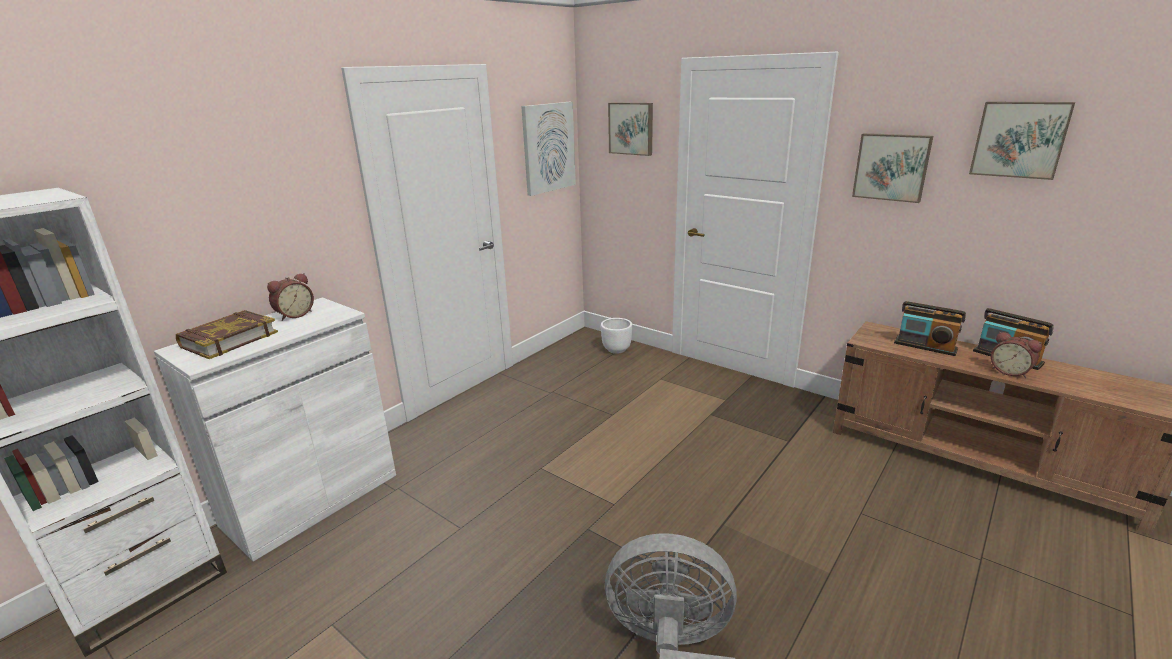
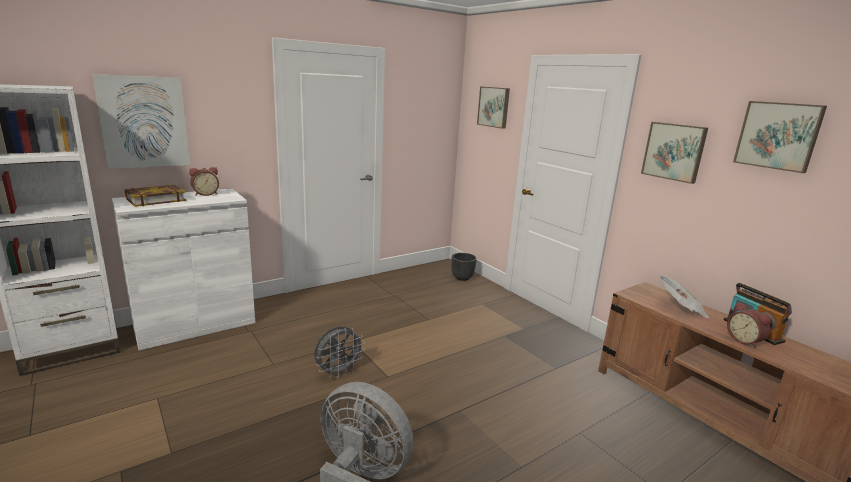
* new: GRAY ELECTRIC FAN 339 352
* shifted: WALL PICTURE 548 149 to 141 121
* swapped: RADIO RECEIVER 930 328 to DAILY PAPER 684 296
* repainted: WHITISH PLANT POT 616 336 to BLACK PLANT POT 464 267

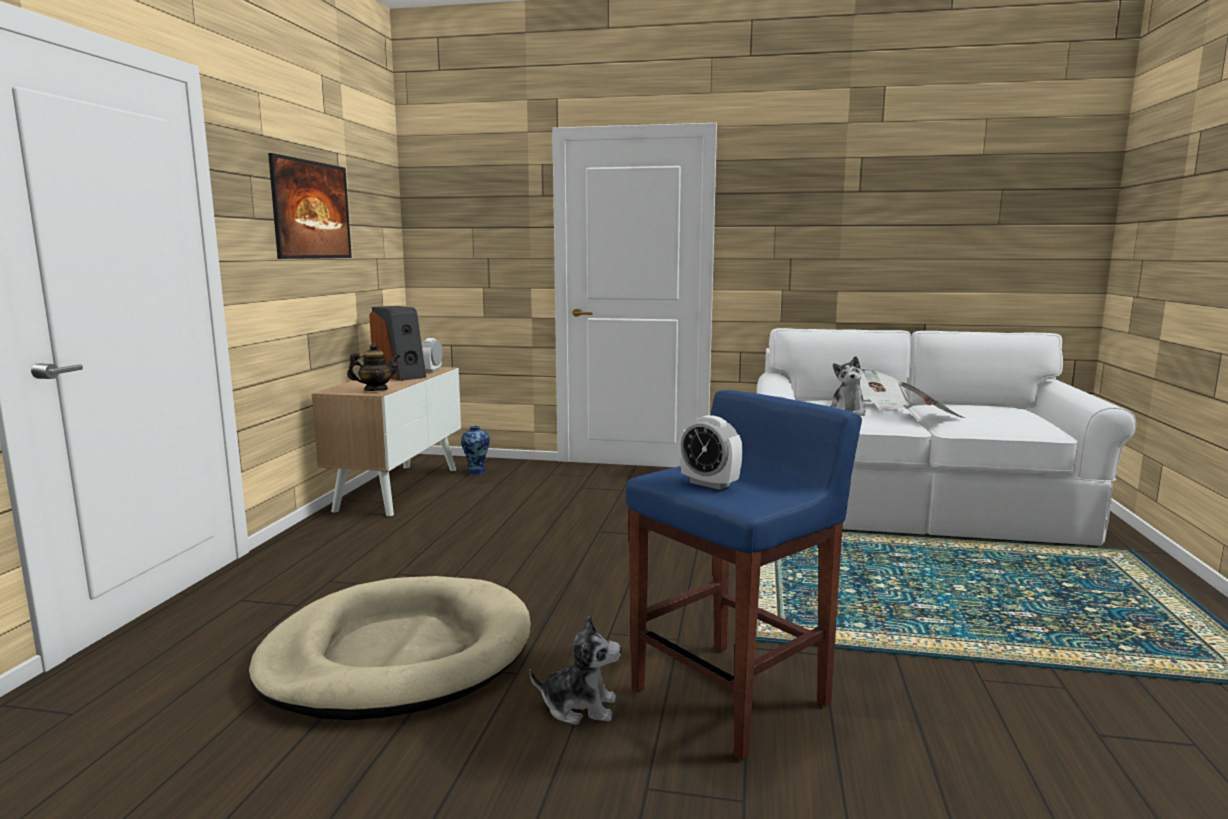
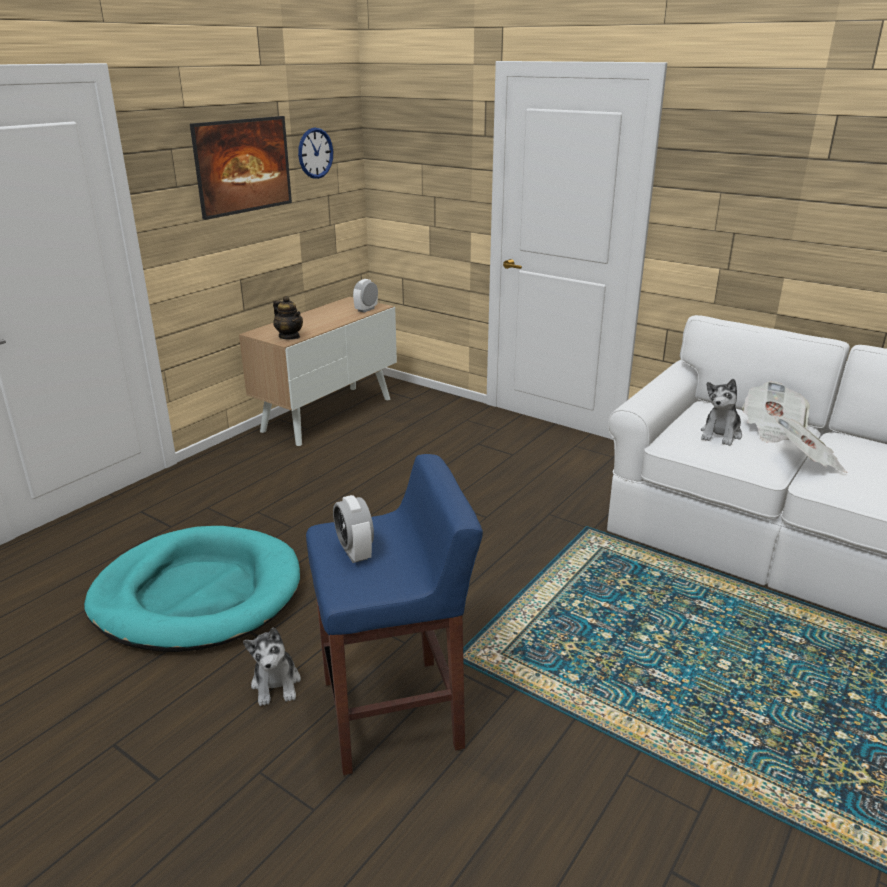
* gone: LOUDSPEAKER 397 343
* gone: FLOWER VASE 475 450
* new: CLOCK ON THE WALL 315 153
* repainted: BEIGE PET BED 390 648 to TURQUOISE PET BED 192 589
* rotated: TEAPOT 373 367 = 288 318 45 degrees clockwise
* rotated: SOFT TOY 575 670 = 272 666 45 degrees clockwise

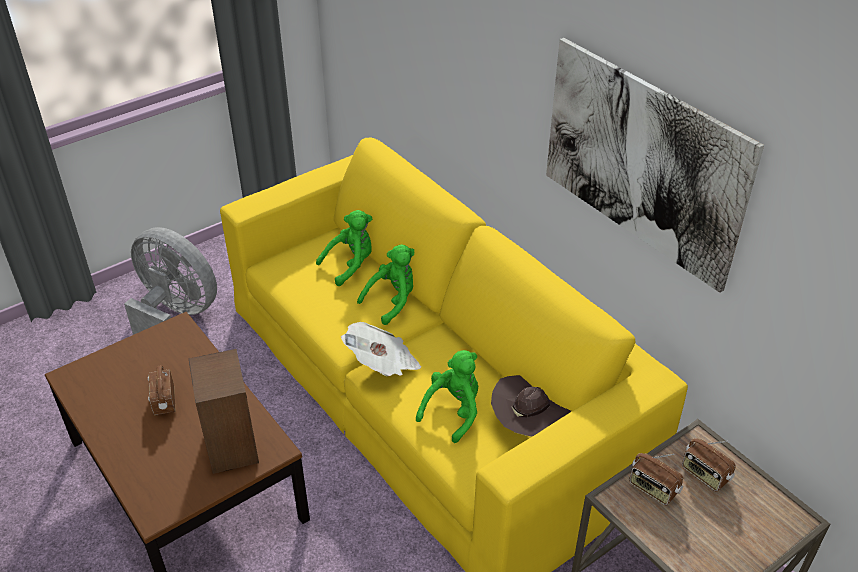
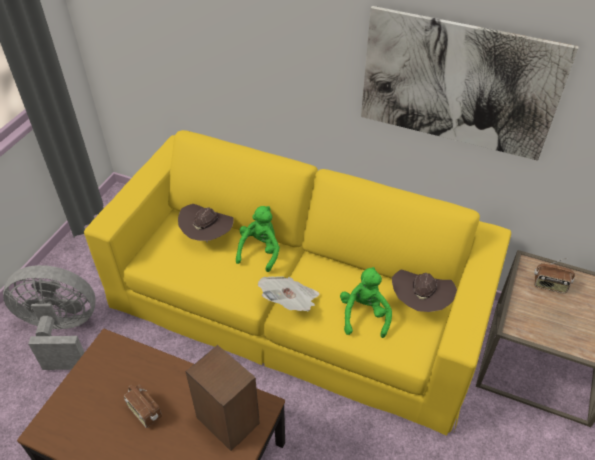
* gone: RADIO RECEIVER 656 479
* swapped: GREEN-COLOURED SOFT TOY 344 248 to BROWN CLOTHING HAT 206 223

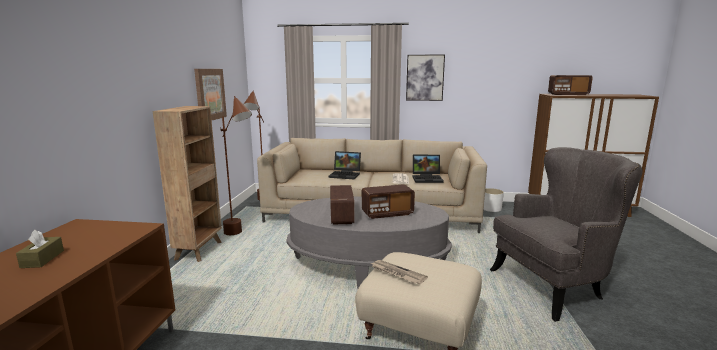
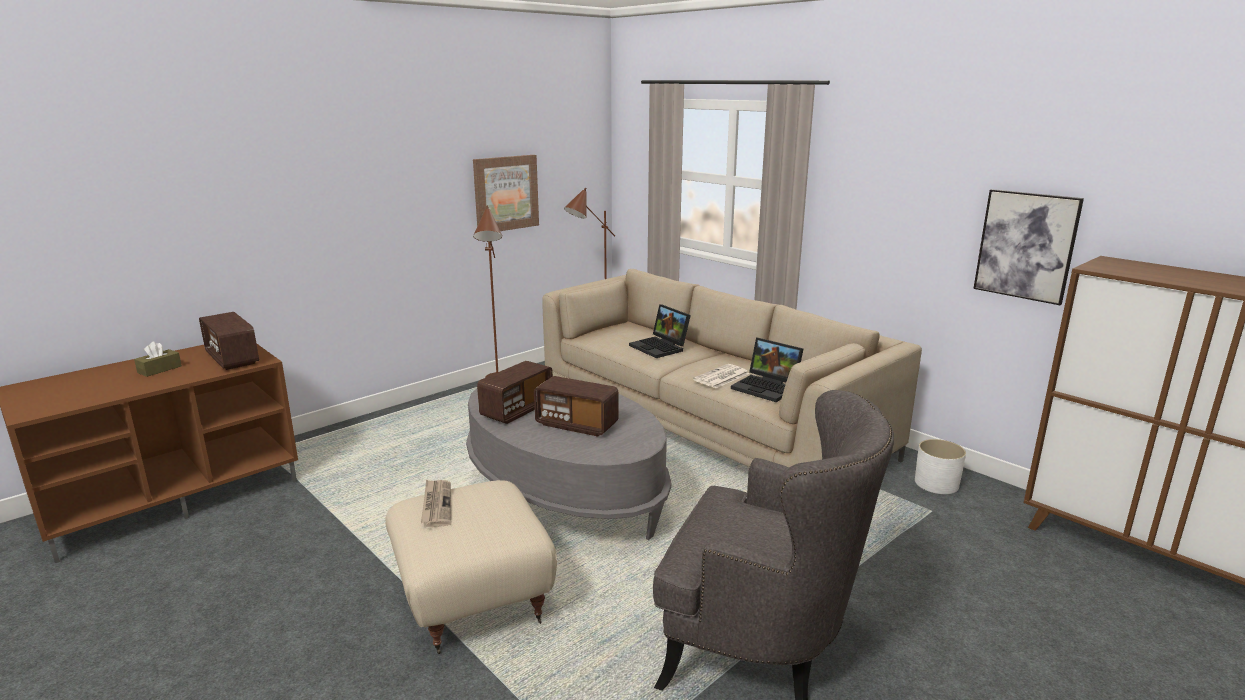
* gone: BROWN BOOKSHELF 187 184
* shifted: WALL PICTURE 425 78 to 1028 247
* shifted: RADIO RECEIVER 570 85 to 229 341

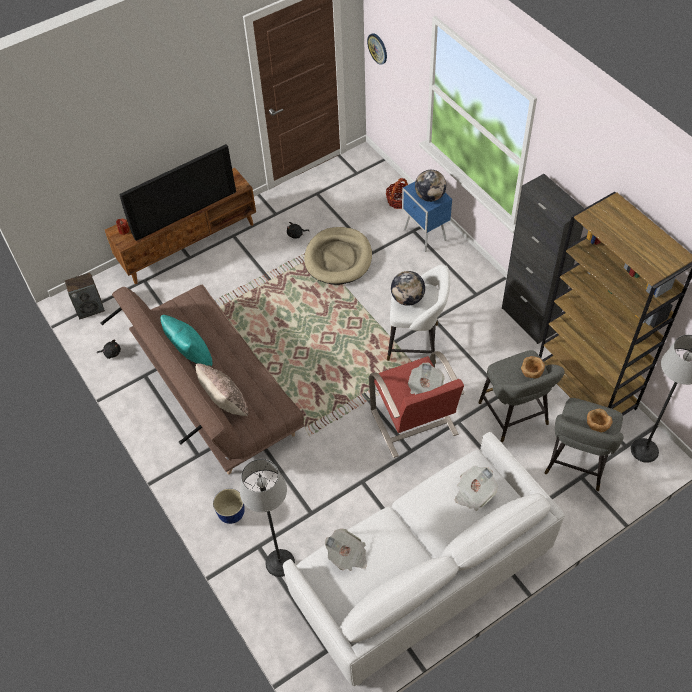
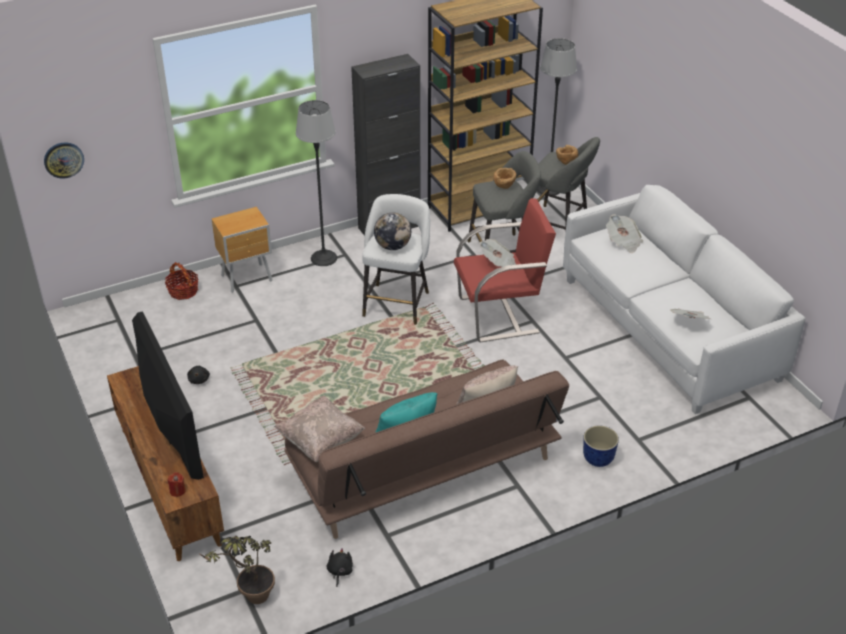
* gone: BEIGE PET BED 338 256
* gone: DESK GLOBE 430 186
* new: BEIGE CUSHION 319 429
* shifted: FLOOR LAMP 267 518 to 316 183
* swapped: LOUDSPEAKER 85 295 to POTTED PLANT 236 570
* repainted: BLUE-COLOURED NIGHTSTAND 427 217 to BROWN NIGHTSTAND 242 250

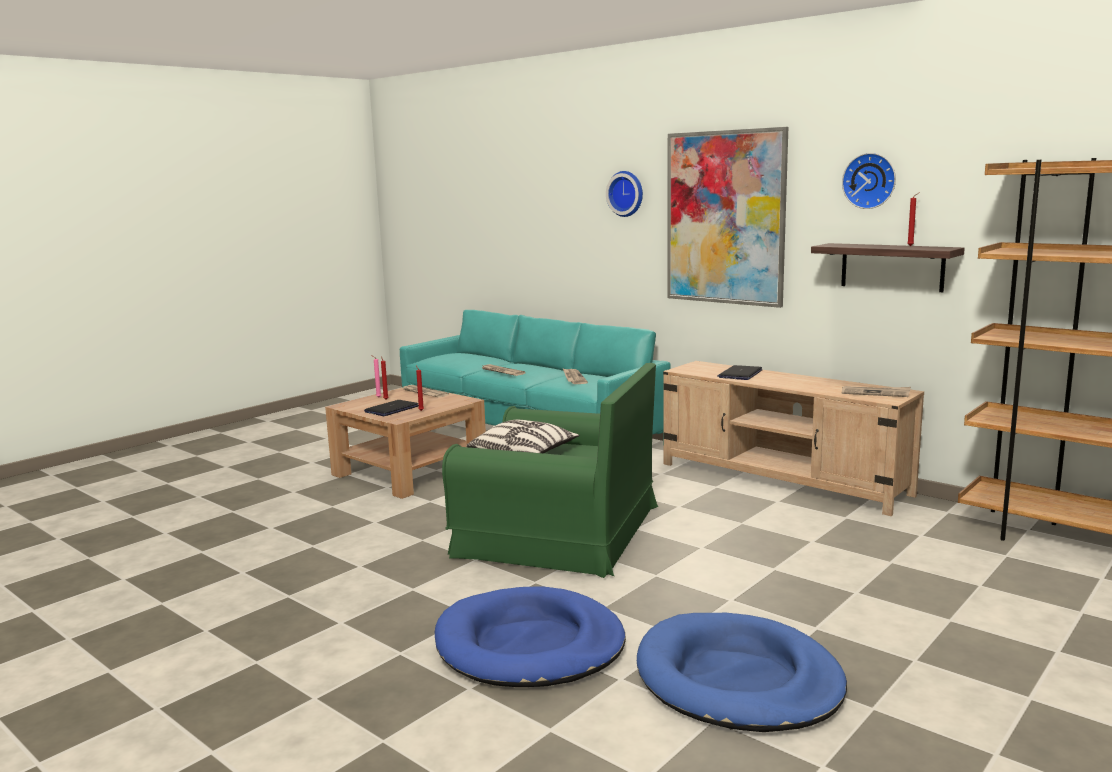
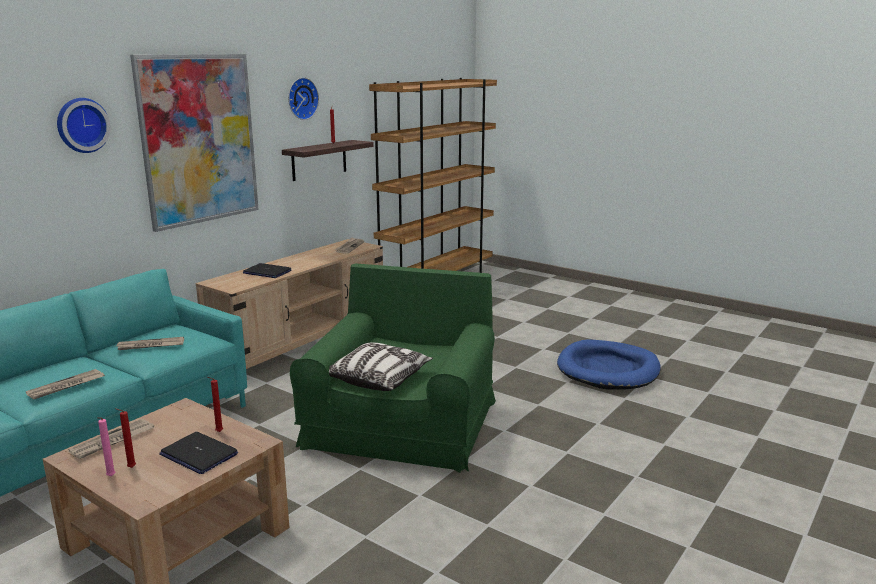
* gone: BLUE-COLOURED PET BED 530 636

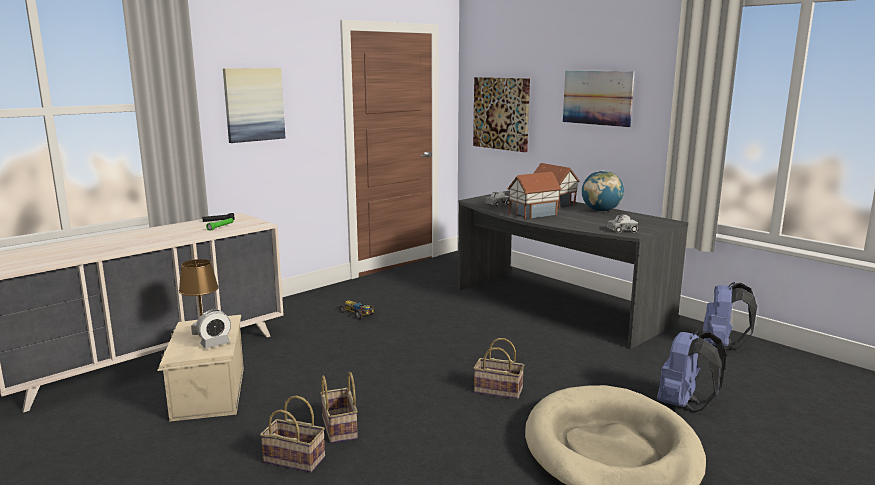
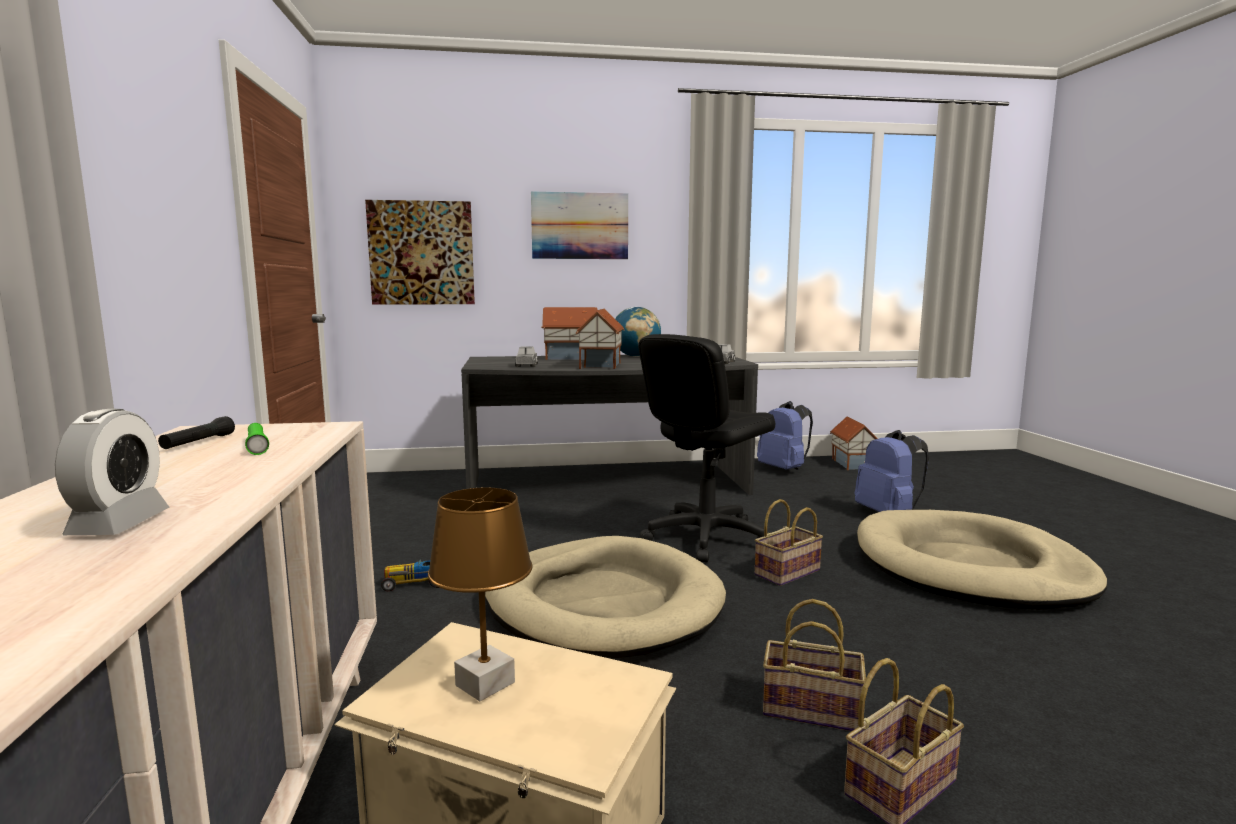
* gone: WALL PICTURE 254 105
* new: BEIGE PET BED 605 597
* new: BLACK OFFICE CHAIR 706 448
* new: MINIATURE HOUSE 854 443
* shifted: ALARM CLOCK 213 329 to 112 471

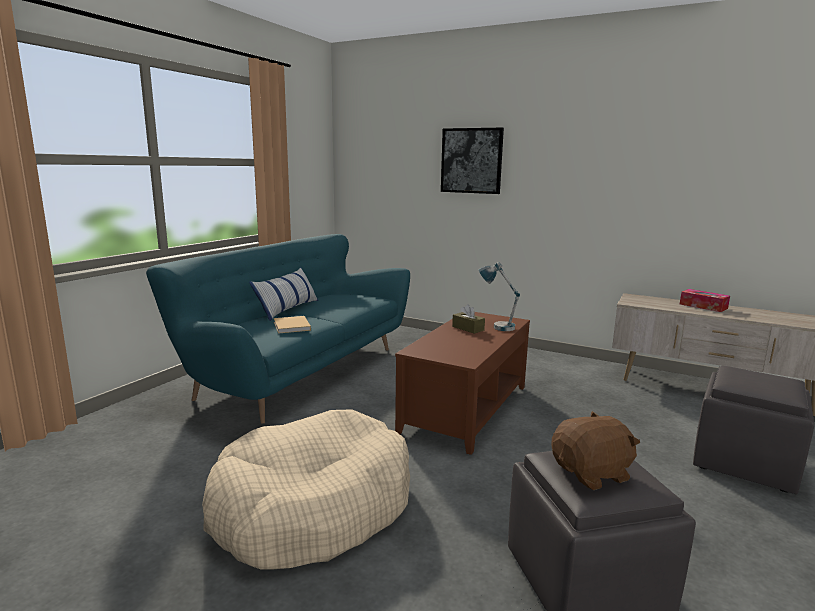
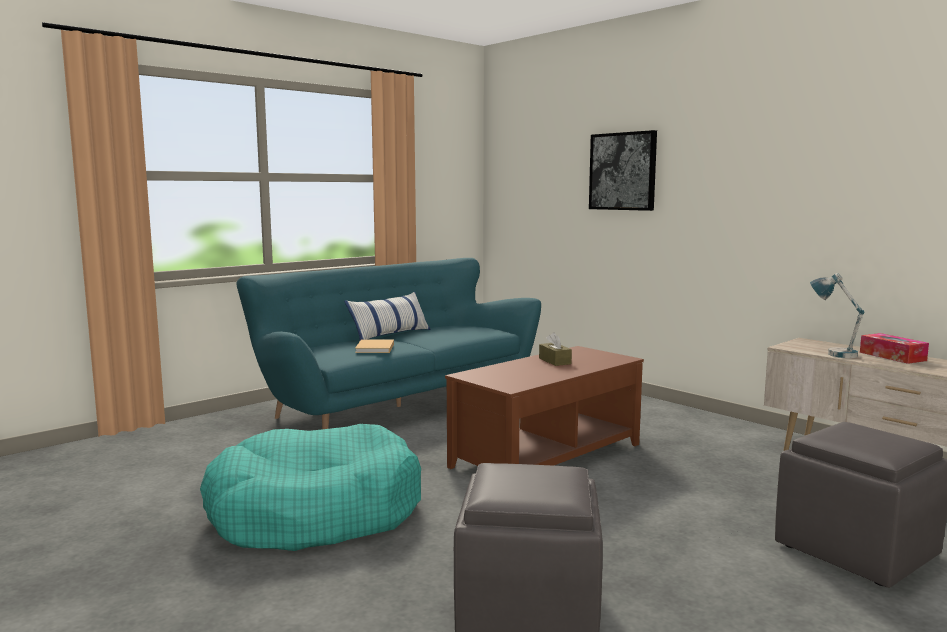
* gone: BROWN SOFT TOY 595 450
* shifted: TABLE LAMP 499 296 to 837 315
* repainted: BEIGE PET BED 306 489 to TURQUOISE PET BED 310 487

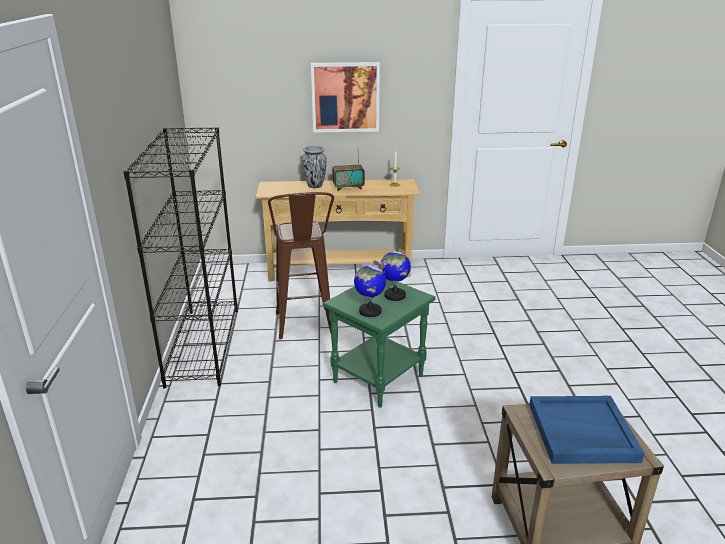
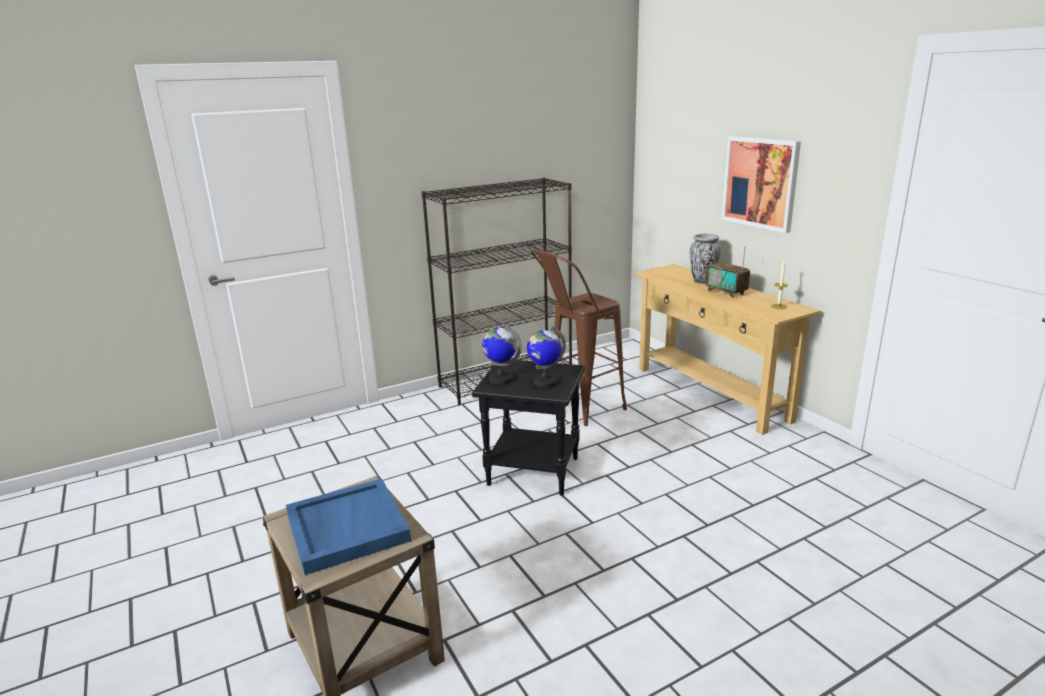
* repainted: GREEN-COLOURED ACCENT TABLE 379 343 to BLACK ACCENT TABLE 528 427

